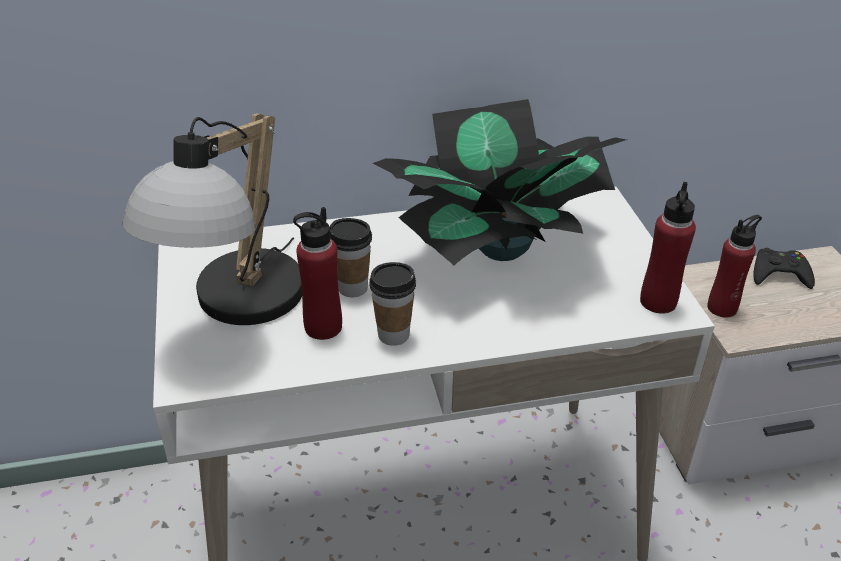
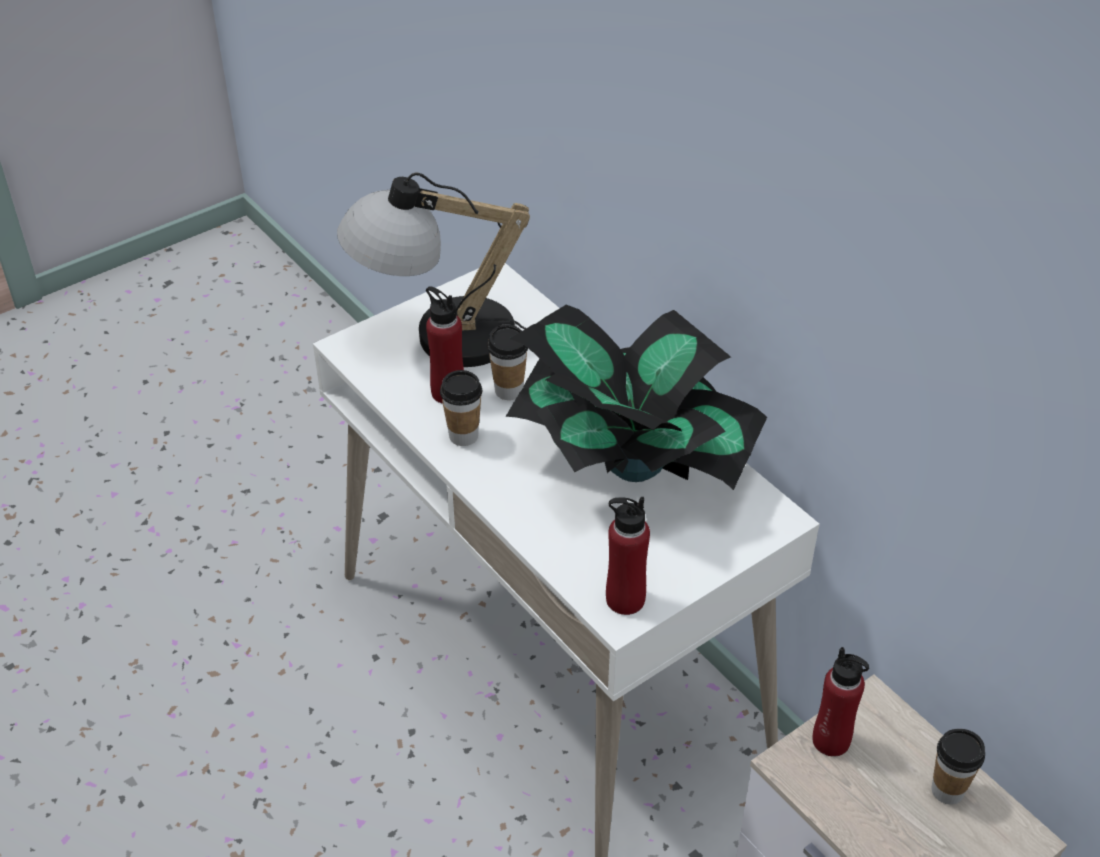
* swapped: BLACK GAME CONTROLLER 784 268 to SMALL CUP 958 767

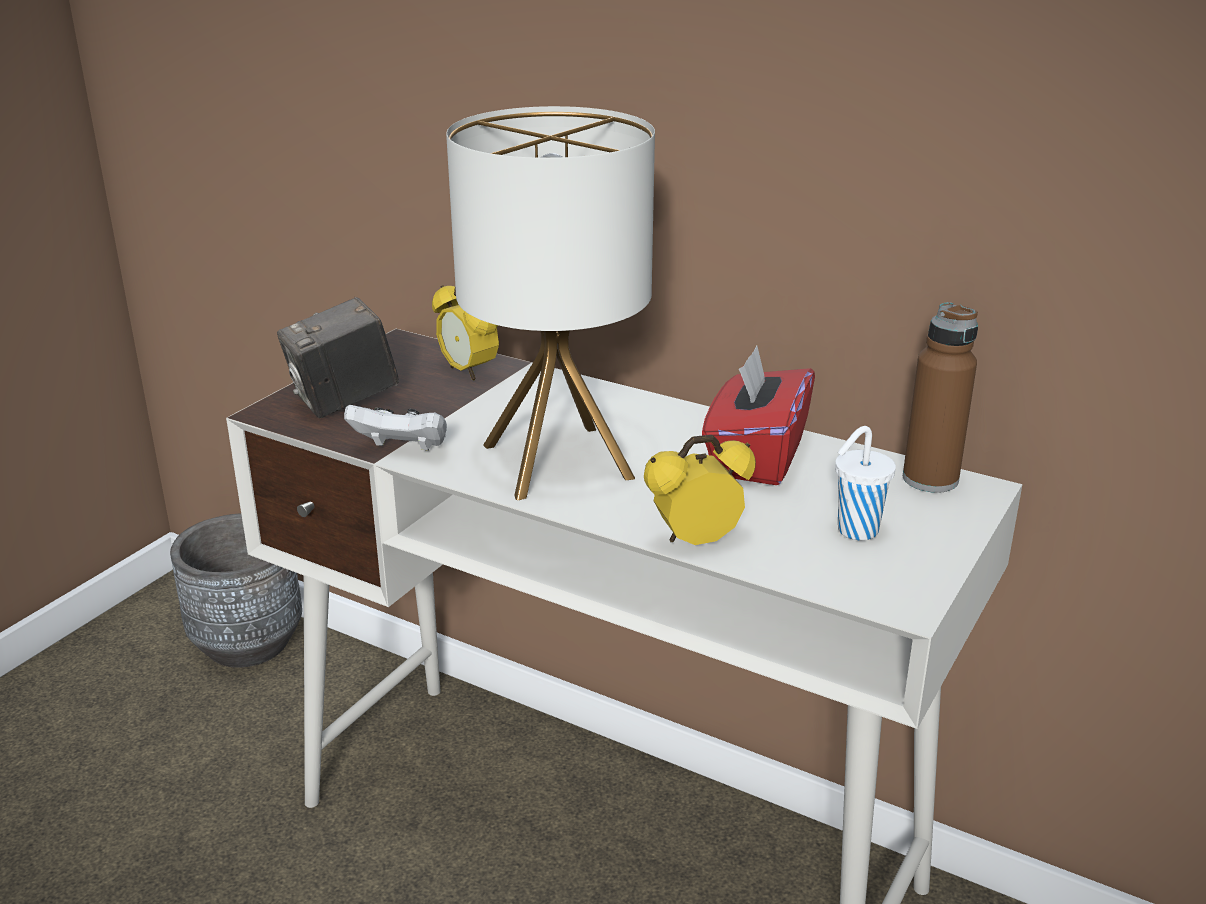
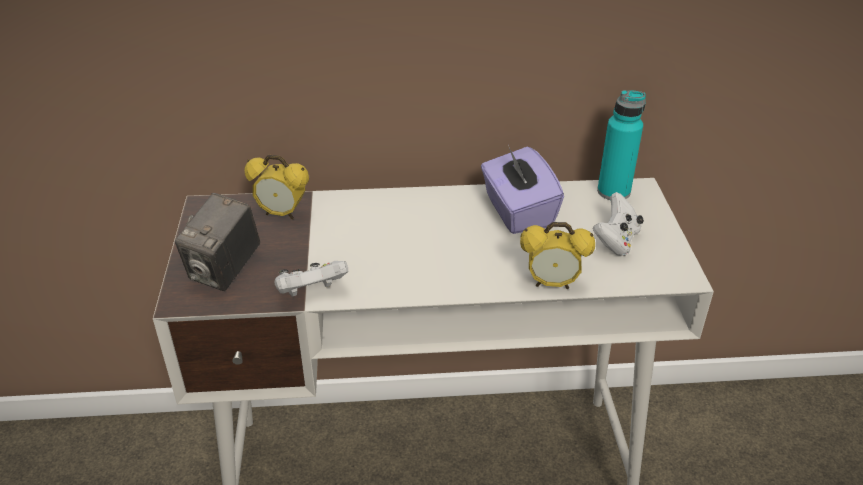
* gone: GRAY PLANT POT 236 590
* gone: TABLE LAMP 550 303
* swapped: WHITISH SMALL CUP 865 483 to WHITISH GAME CONTROLLER 618 224
* repainted: REDDISH TISSUE BOX 758 415 to PURPLISH TISSUE BOX 522 189
* repainted: BROWN BOTTLE 940 397 to TURQUOISE BOTTLE 621 145
* rotated: ALARM CLOCK 700 490 = 557 255 120 degrees counterclockwise

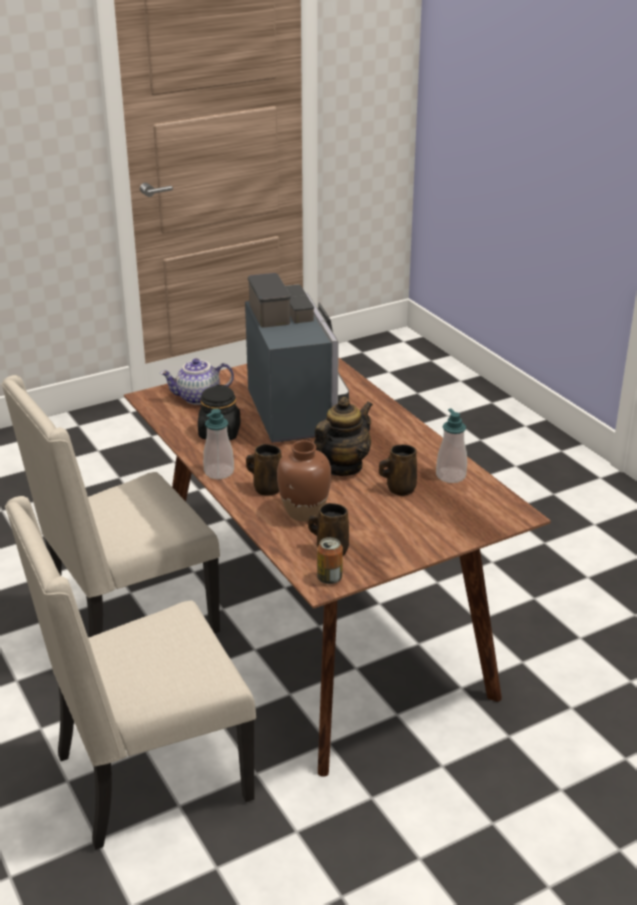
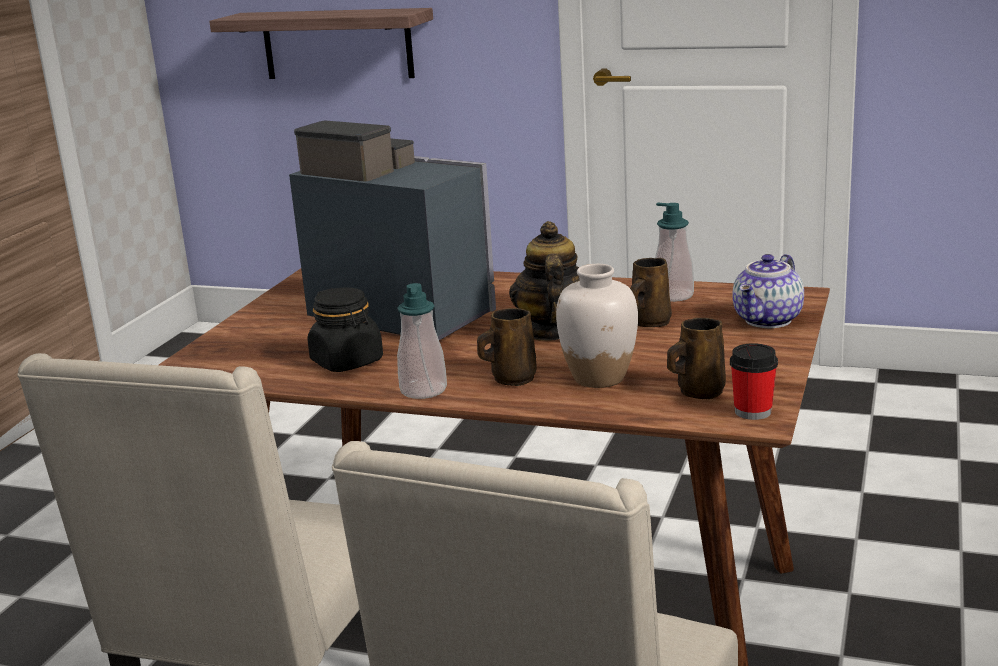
* new: BRACKET SHELF 321 43
* shifted: TEAPOT 197 381 to 768 291
* swapped: METAL CAN 330 560 to SMALL CUP 754 381
* repainted: BROWN FLOWER VASE 304 480 to WHITISH FLOWER VASE 597 326

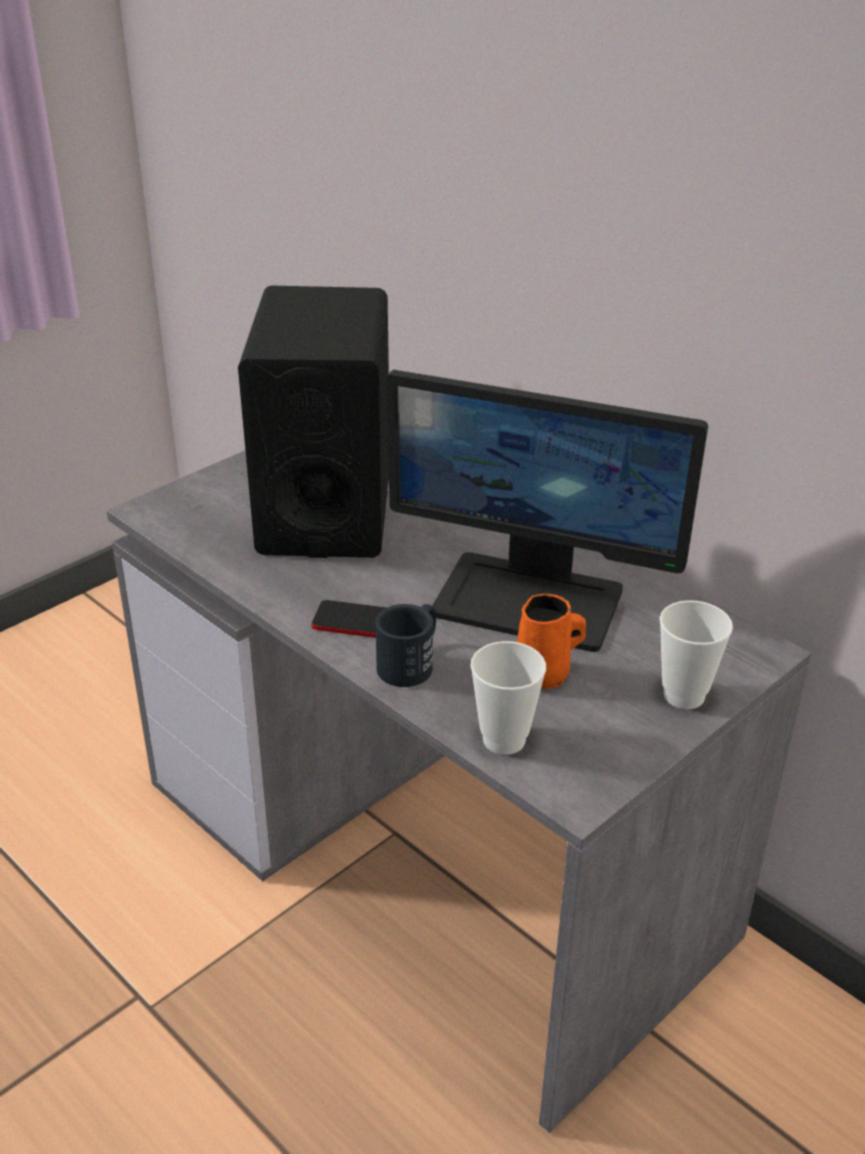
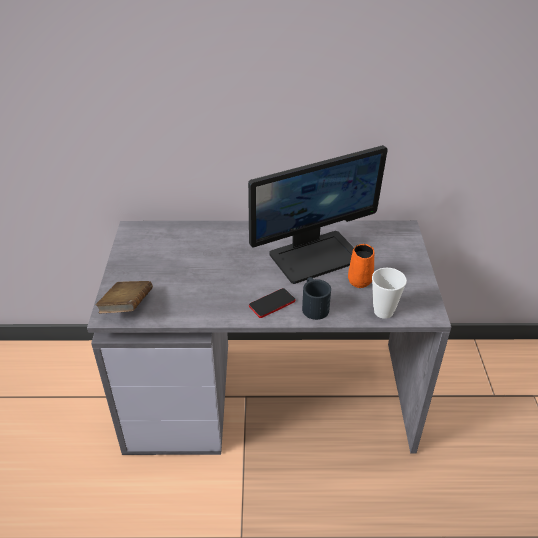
* gone: BLACK LOUDSPEAKER 313 421
* gone: SMALL CUP 696 654
* new: BROWN VOLUME 124 297

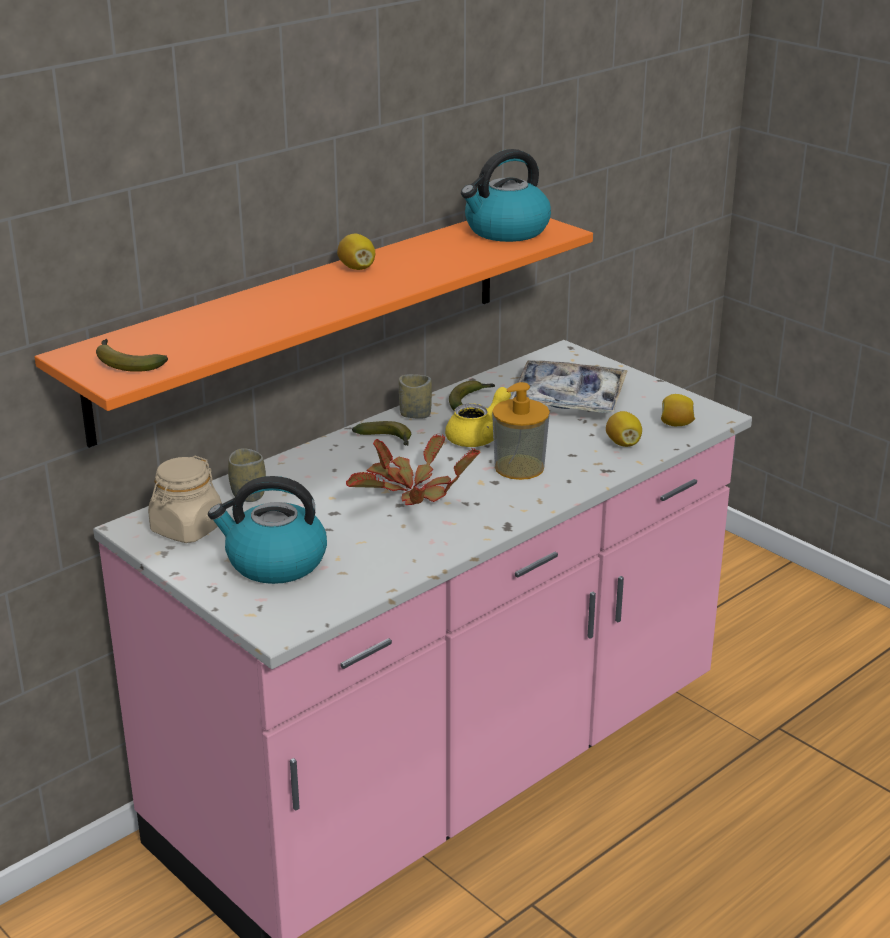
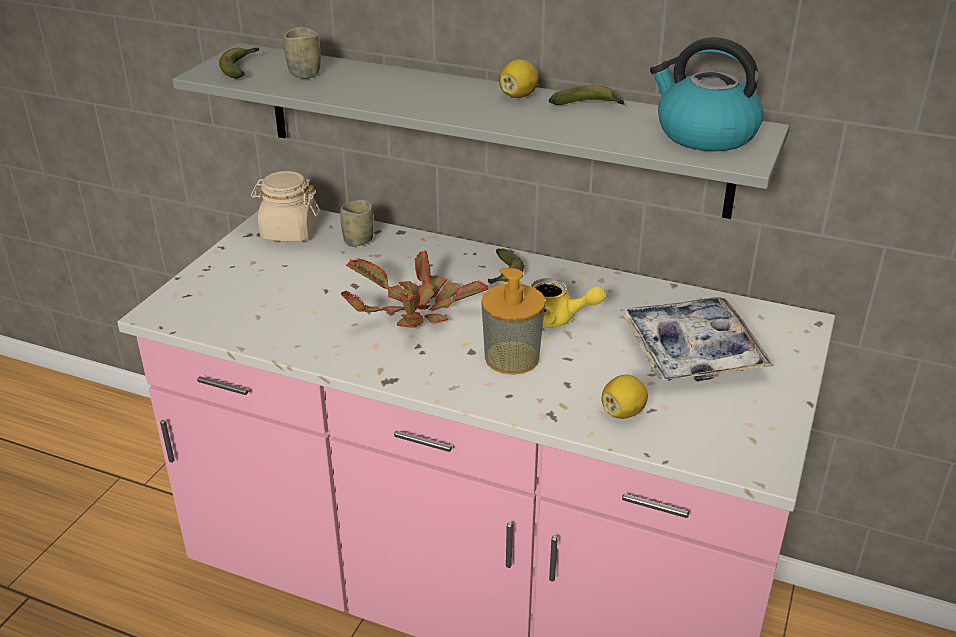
* gone: KETTLE 267 530
* gone: LEMON 678 410
* shifted: SMALL CUP 415 396 to 302 53
* shifted: WHOLE BANANA 472 395 to 587 95
* repainted: ORANGEY BRACKET SHELF 314 333 to GRAY BRACKET SHELF 481 131

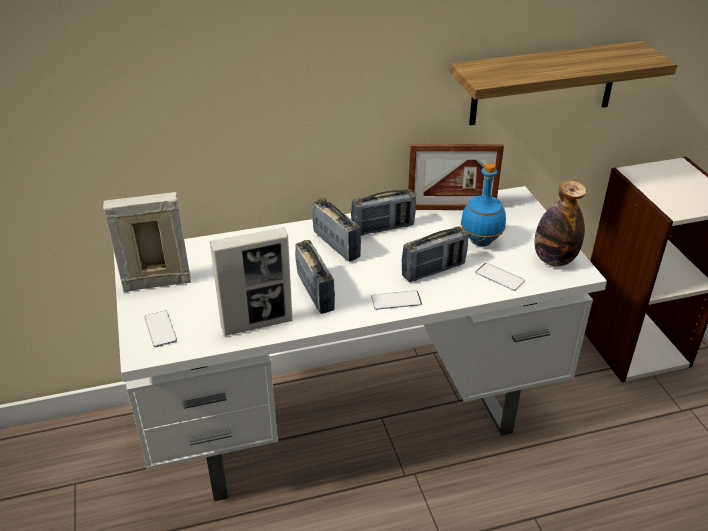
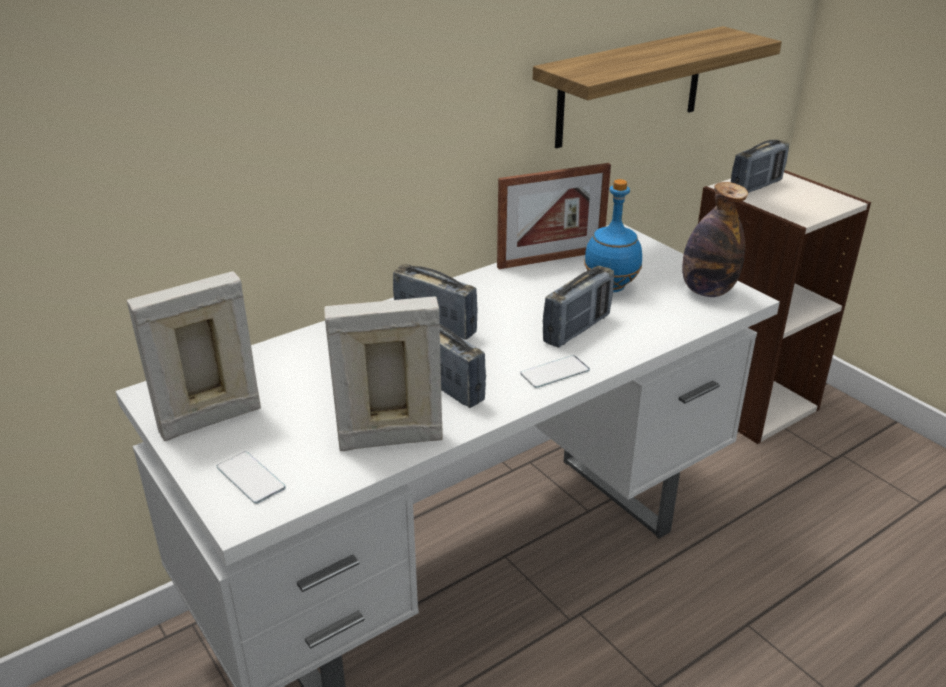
* gone: HANDSET 500 277
* shifted: RADIO RECEIVER 383 212 to 760 166
* rotated: STANDING FRAME 251 281 = 383 373 150 degrees counterclockwise

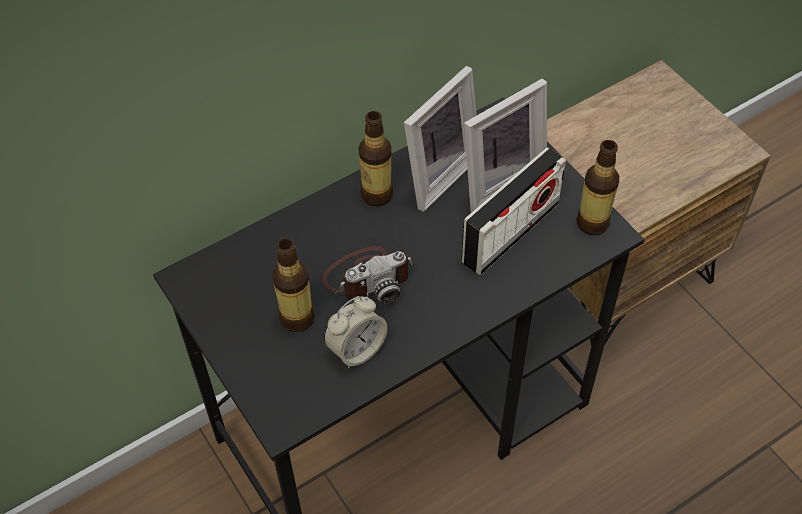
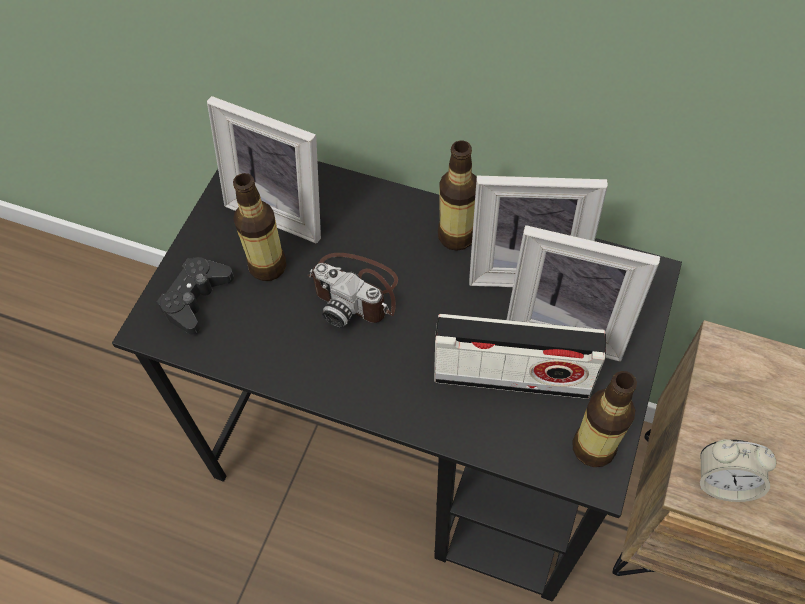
* new: BLACK GAME CONTROLLER 195 296
* new: STANDING FRAME 264 169
* shifted: ALARM CLOCK 355 332 to 738 470

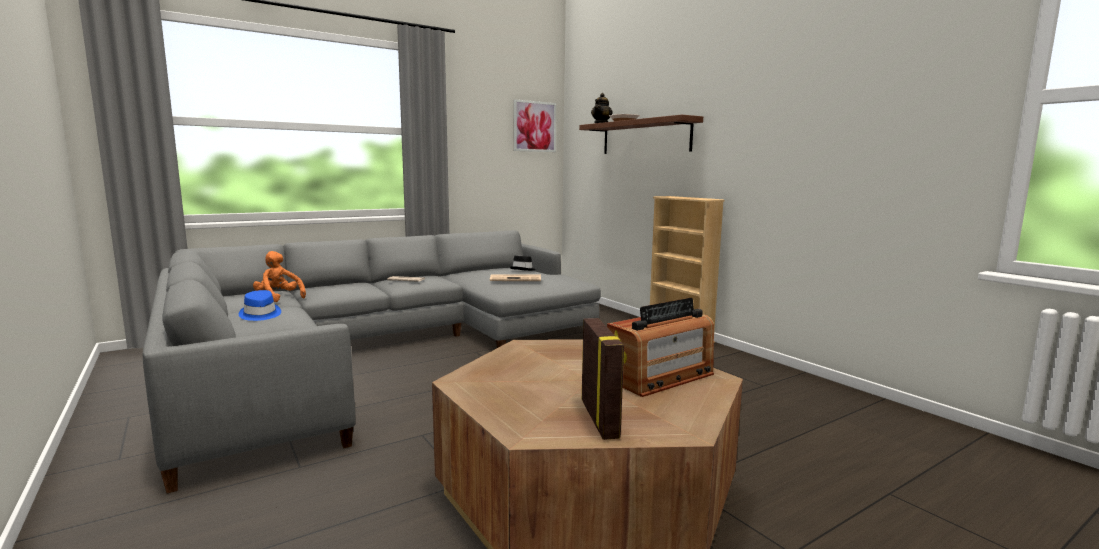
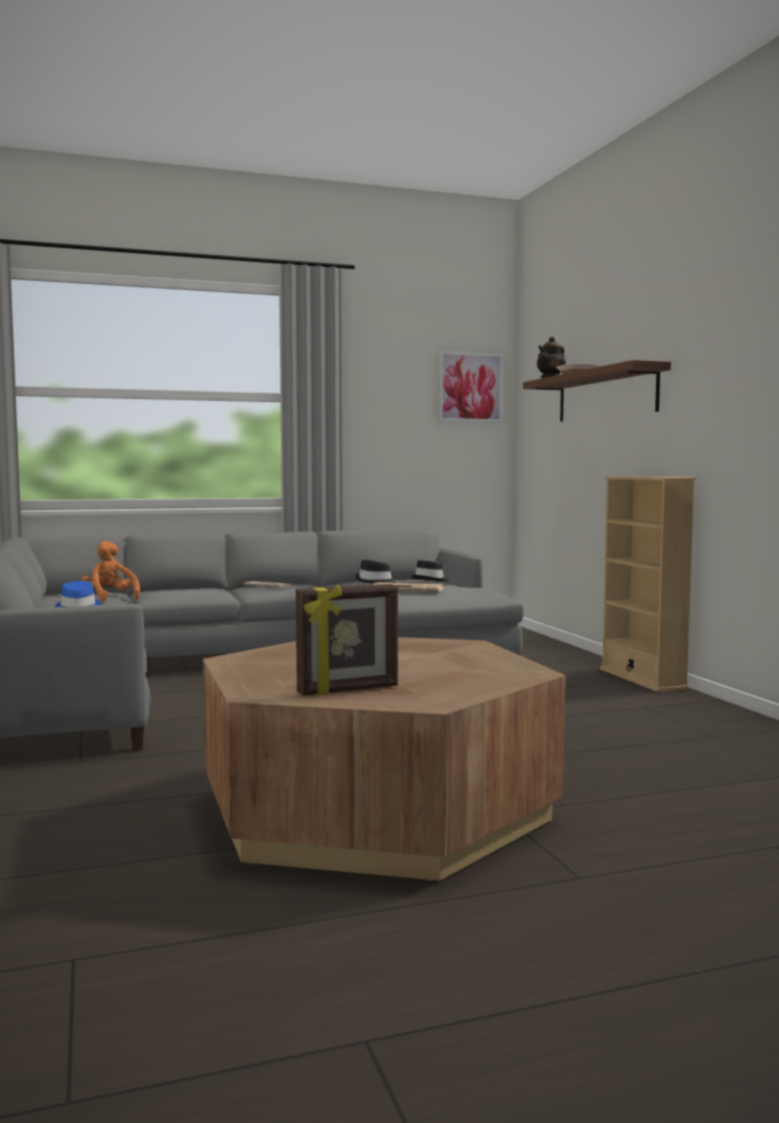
* gone: RADIO RECEIVER 660 347
* new: BLACK CLOTHING HAT 376 572
* rotated: STANDING FRAME 604 379 = 347 640 60 degrees clockwise

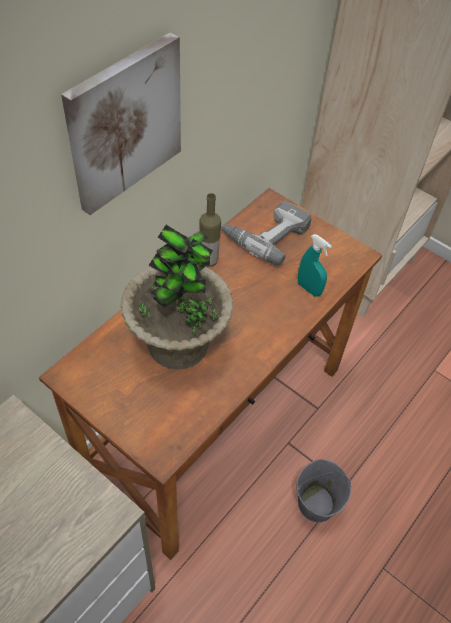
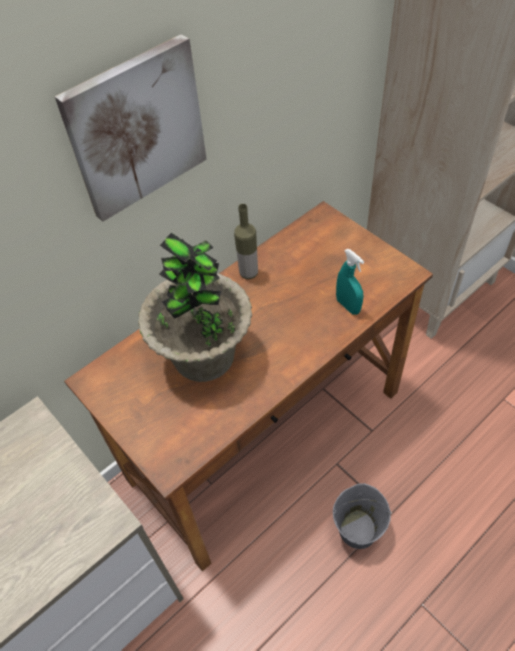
* gone: DRILL 266 233

